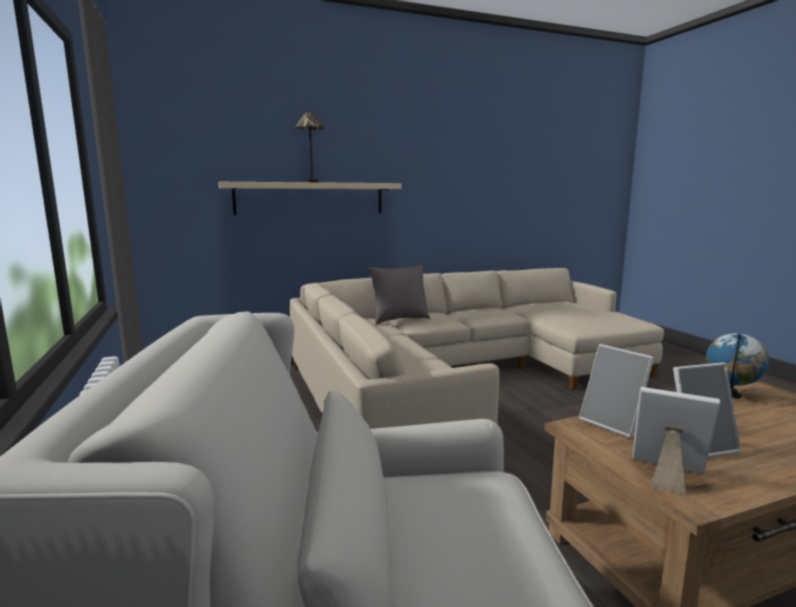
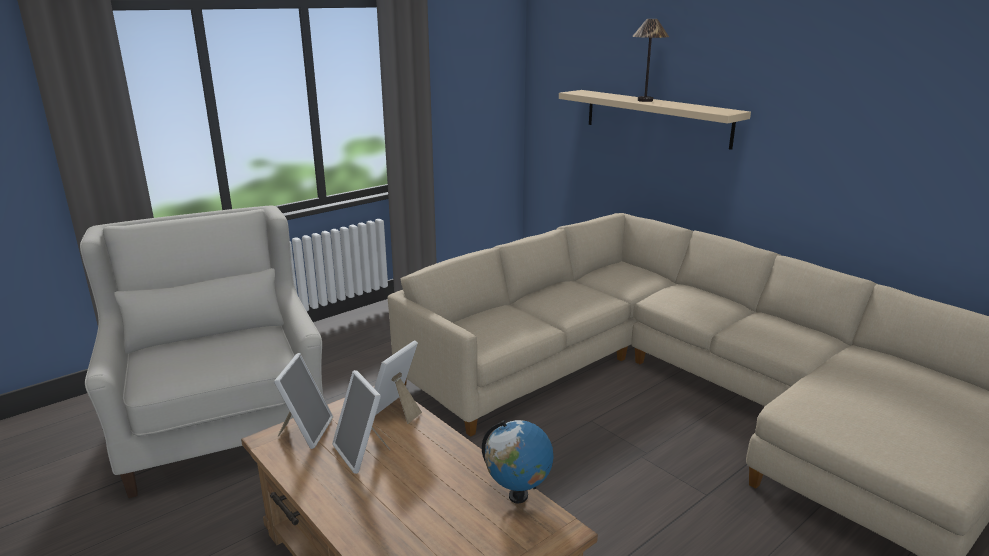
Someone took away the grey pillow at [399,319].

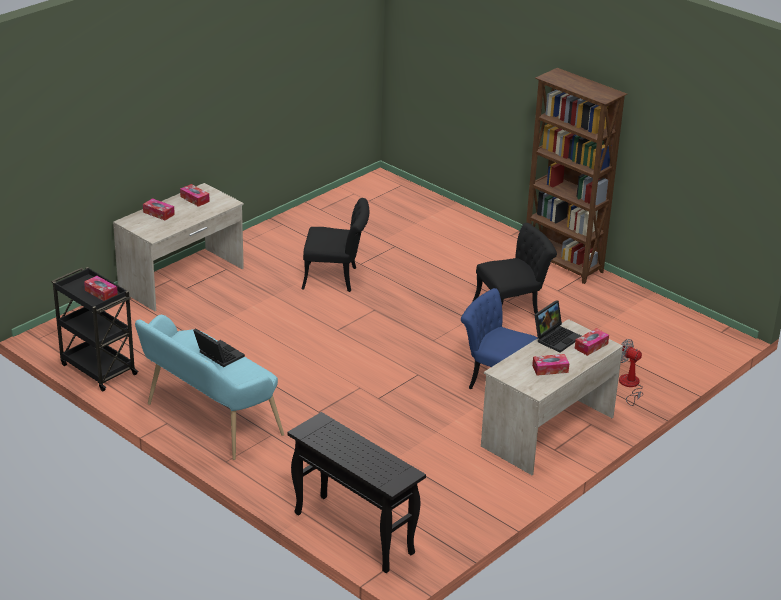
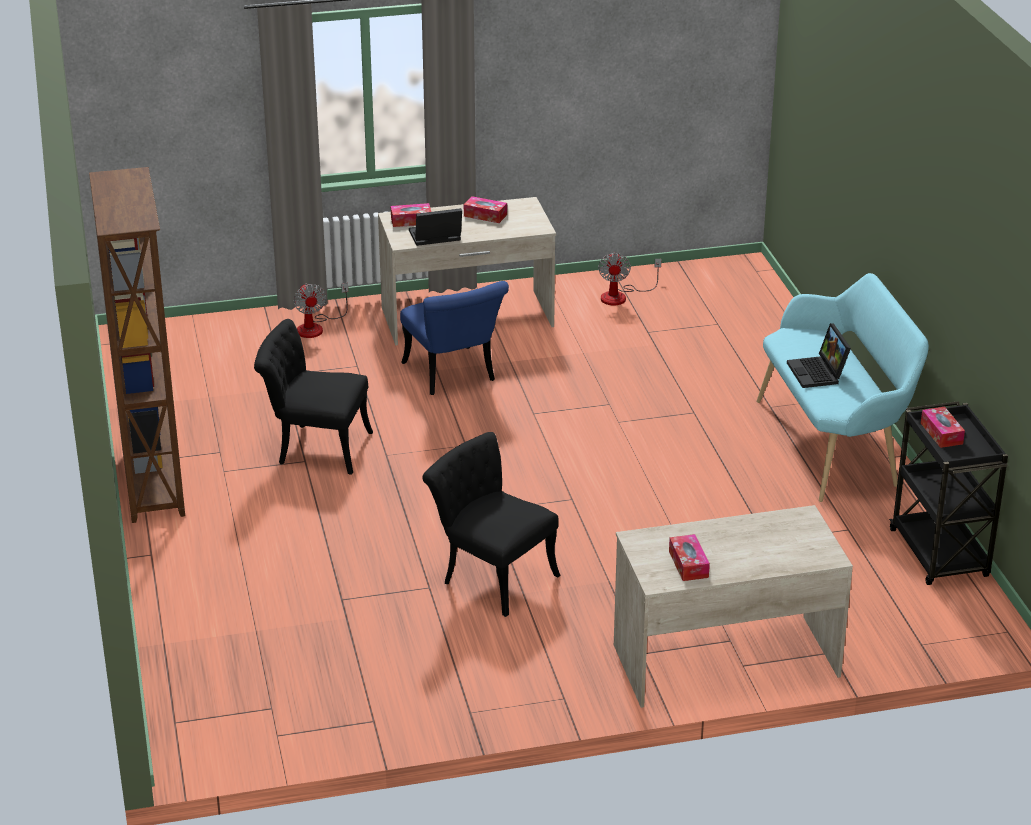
Someone took away the tissue box at [158,213].
Someone took away the black console table at [352,533].
Someone put down the fan at [621,296].

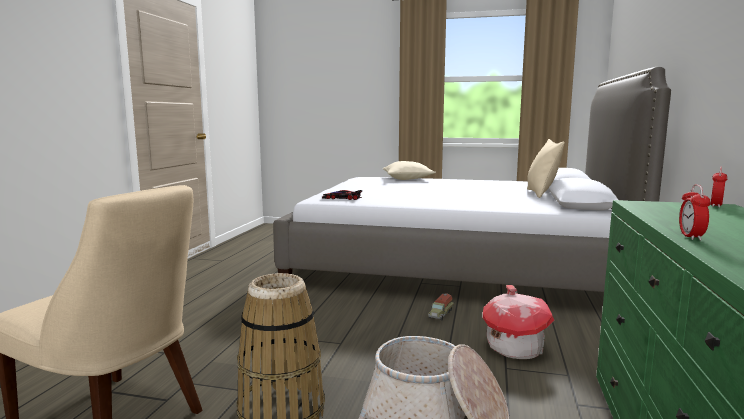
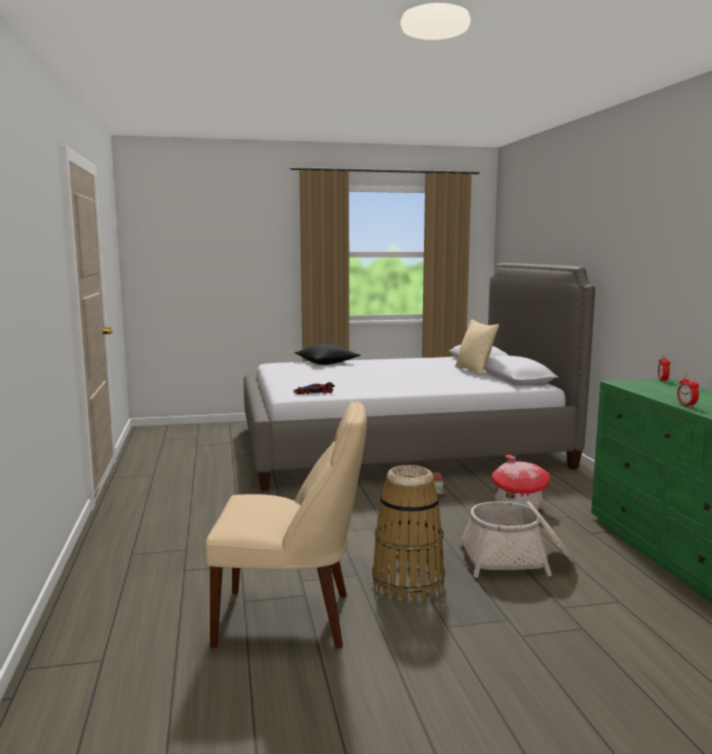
Someone repainted the beige pillow at [408,179], which became the black pillow at [327,363].

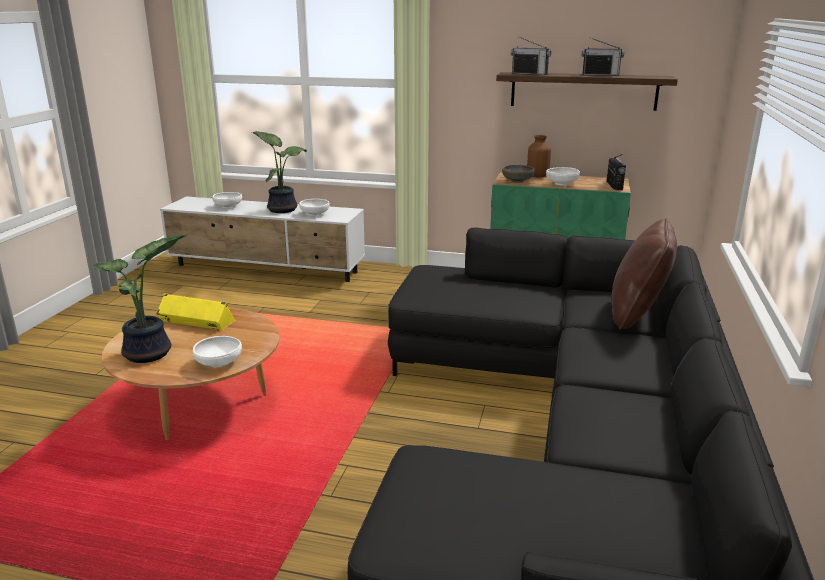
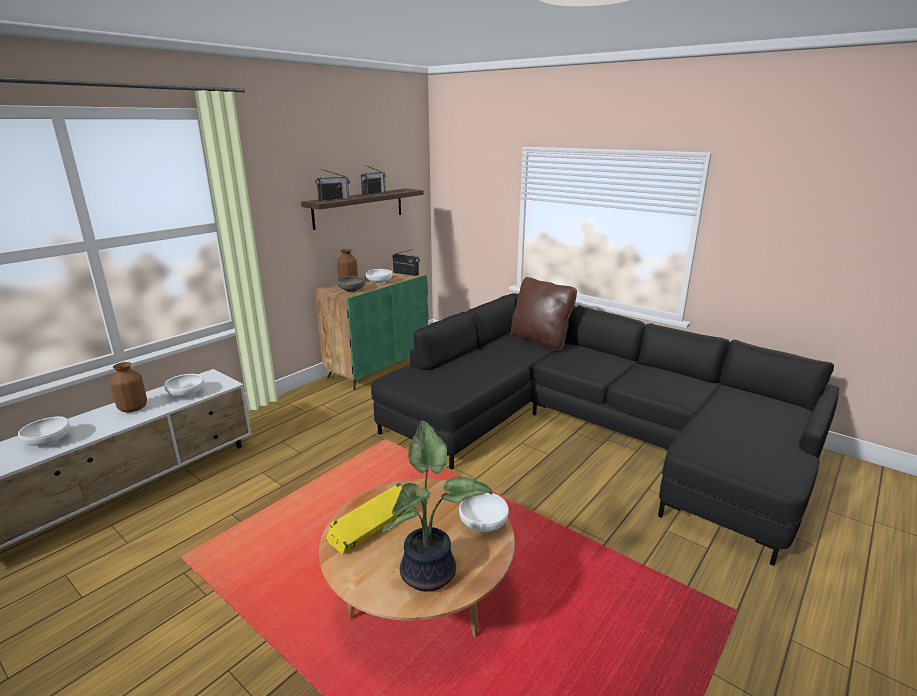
Someone swapped the potted plant at [282,209] for the brown vase at [133,408].

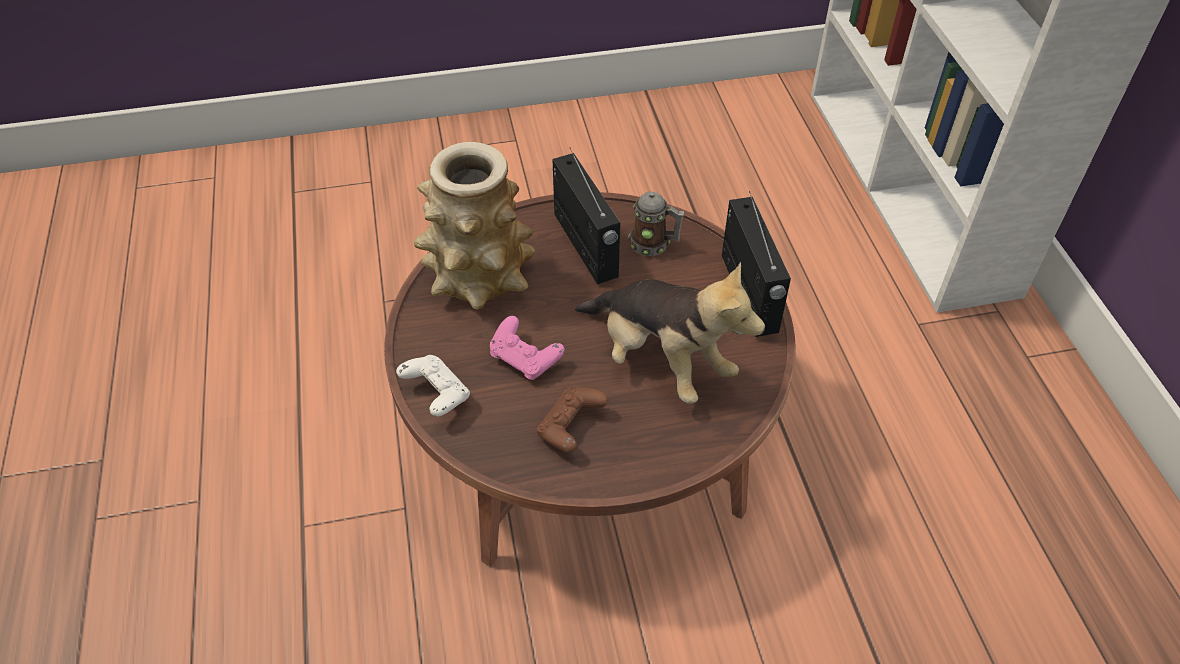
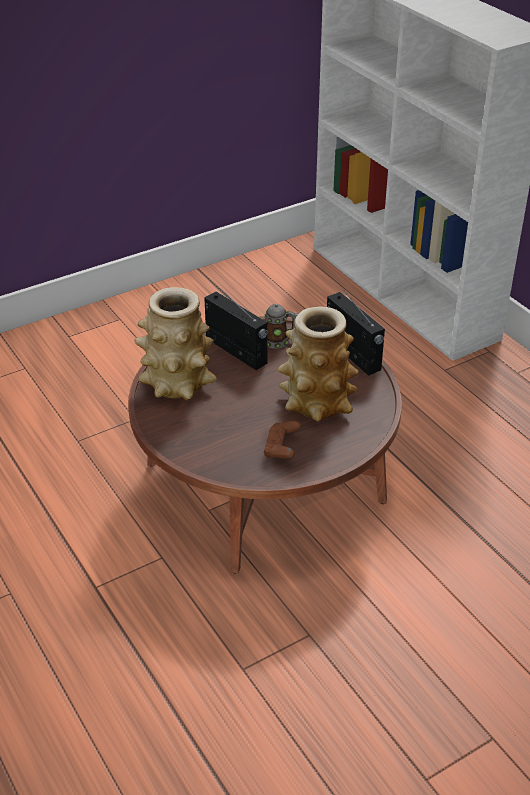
Someone took away the white game controller at [436,394].
Someone took away the pink game controller at [525,359].
Someone swapped the plush toy at [660,361] for the vase at [317,402].

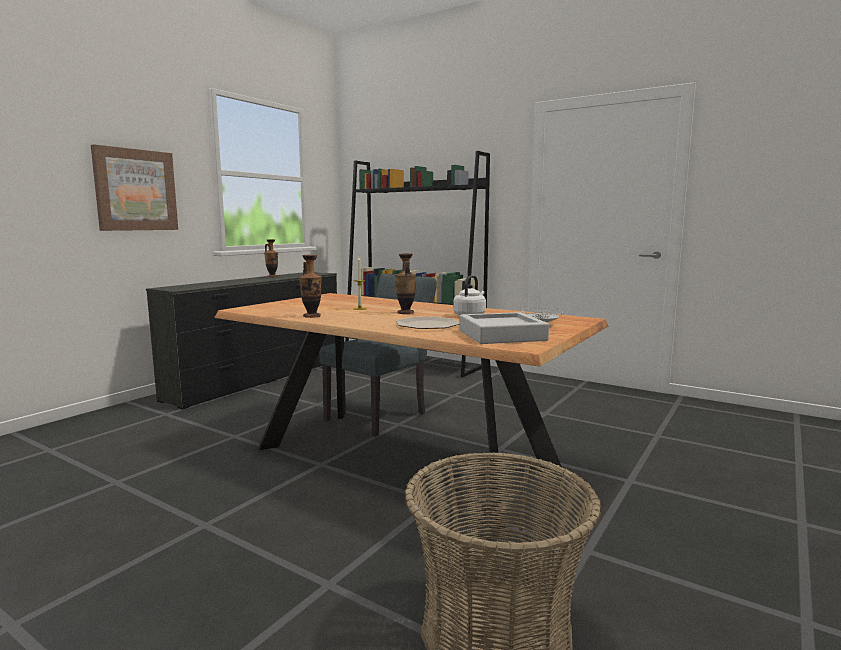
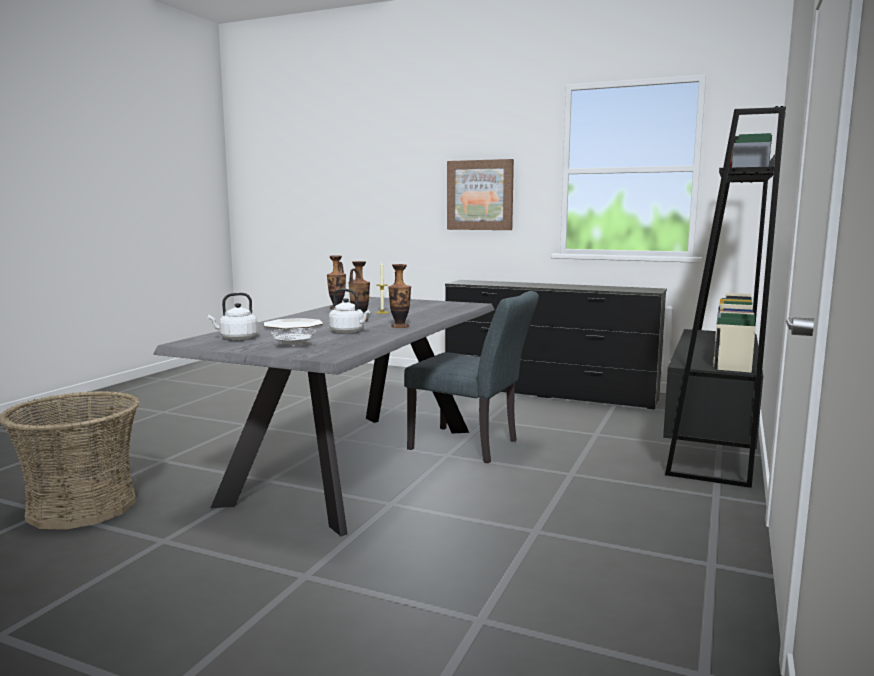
Someone repainted the brown dining table at [403,457], which became the grey dining table at [358,463].
Someone carried the vase from [272,276] to [400,326].
Someone swapped the grey tray at [501,335] for the white kettle at [236,338].

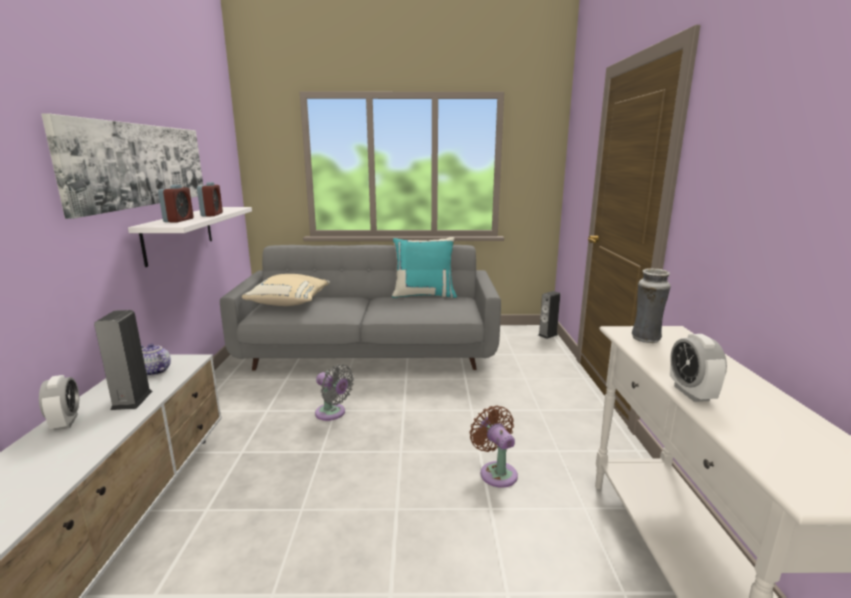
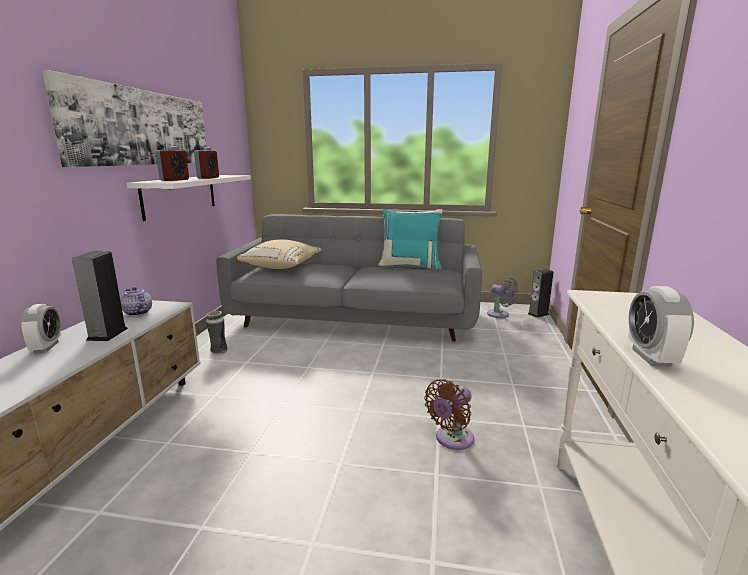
Someone carried the grey fan from [332,413] to [500,315].
Someone rotated the brown fan at [496,472] by 120 degrees counterclockwise.
Someone carried the vase from [645,339] to [218,351].

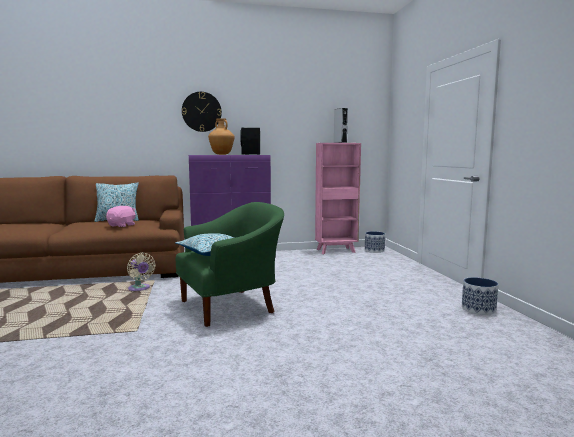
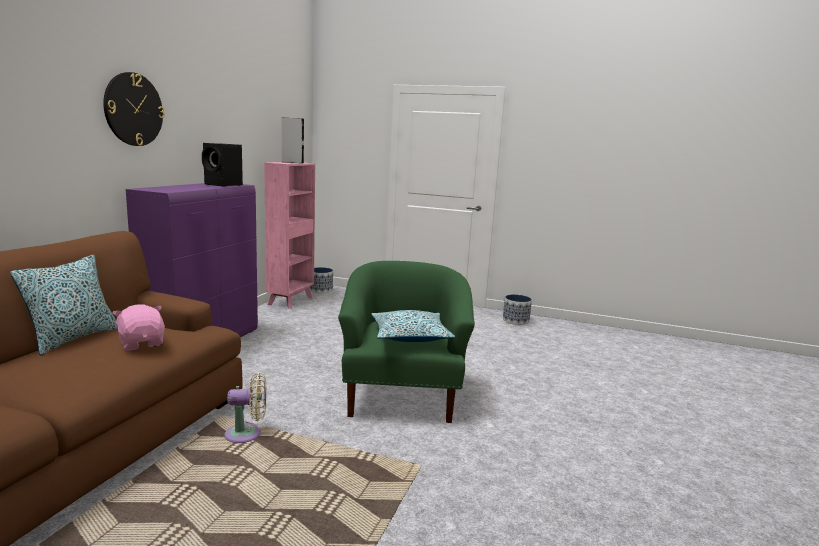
Someone took away the brown vase at [221,154].

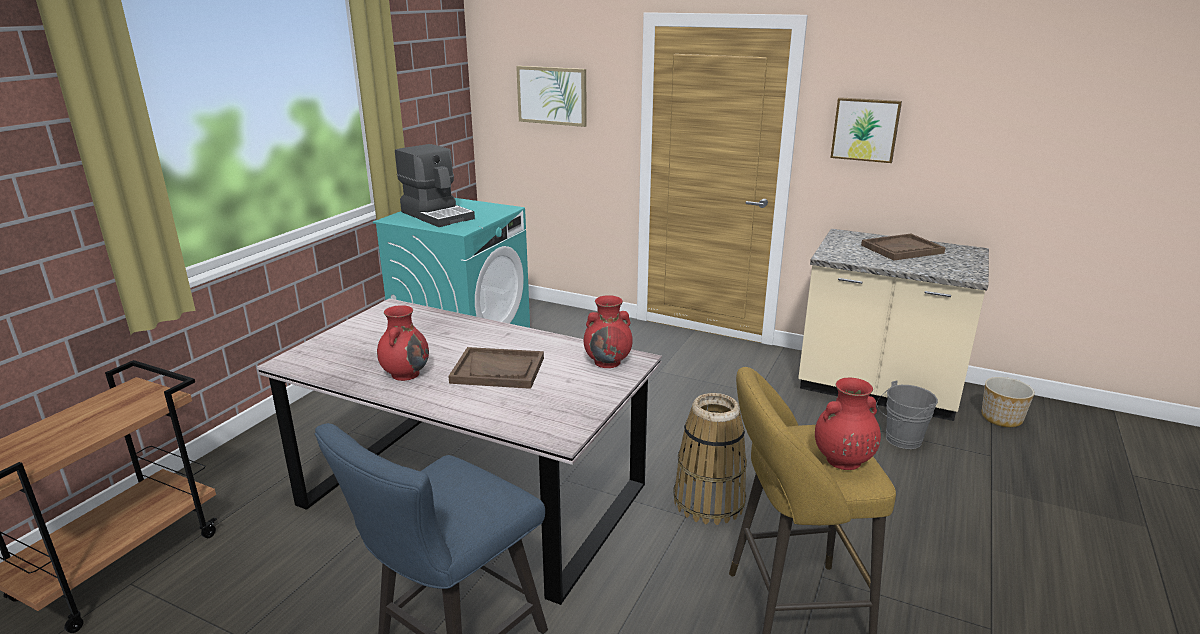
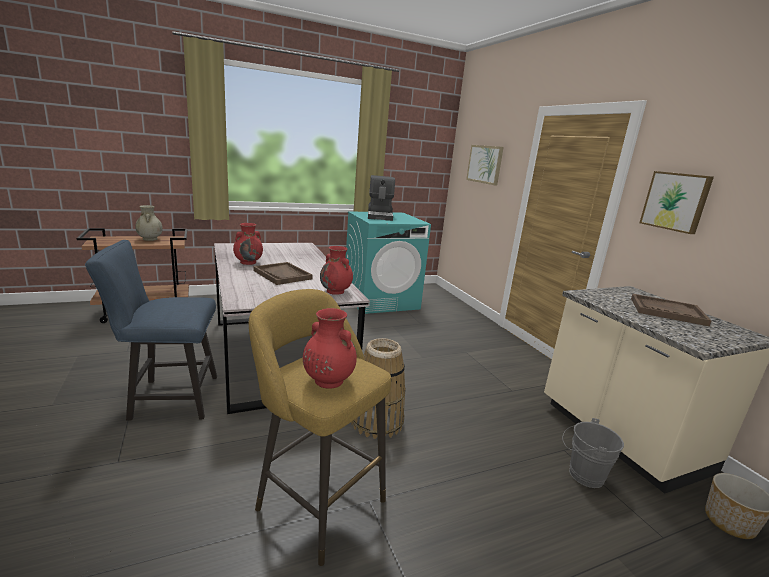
Someone put down the beige vase at [150,239].

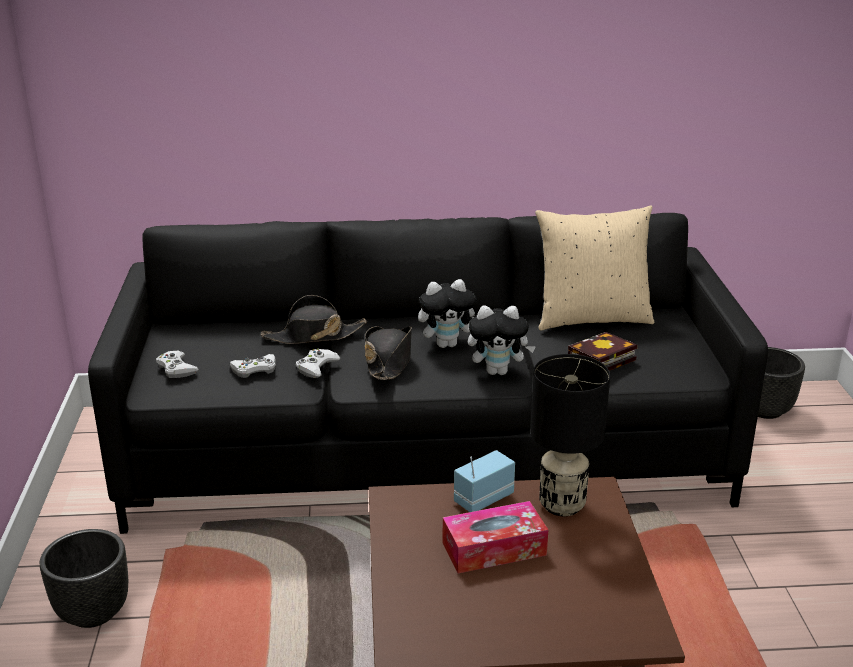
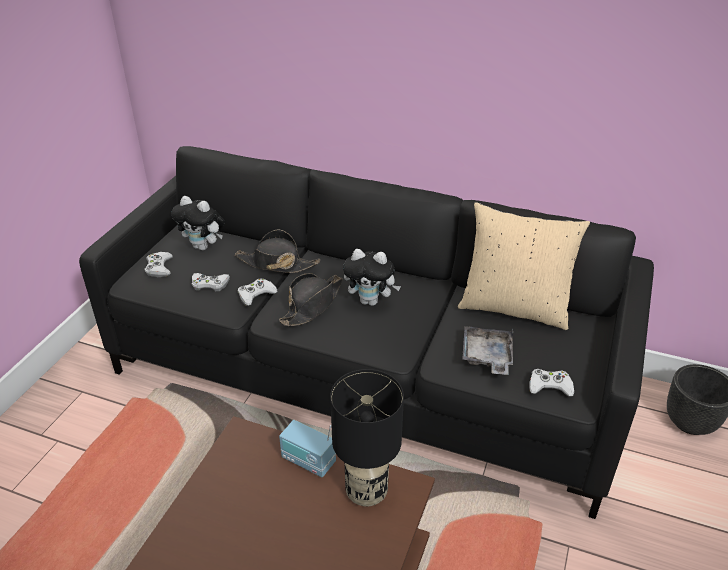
Someone took away the black planter at [93,613].
Someone took away the tissue box at [494,549].
Someone rotated the radio at [483,499] by 135 degrees counterclockwise.
Someone carried the plush toy from [498,371] to [203,247].
Someone swapped the book at [600,360] for the grey tray at [487,356].
Someone put down the white game controller at [549,386].

